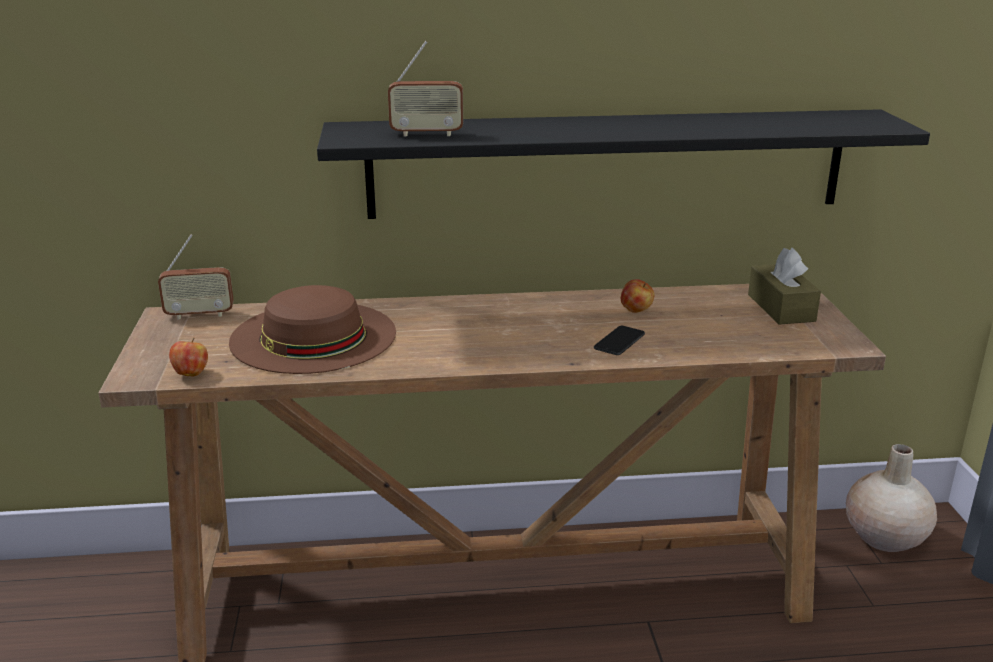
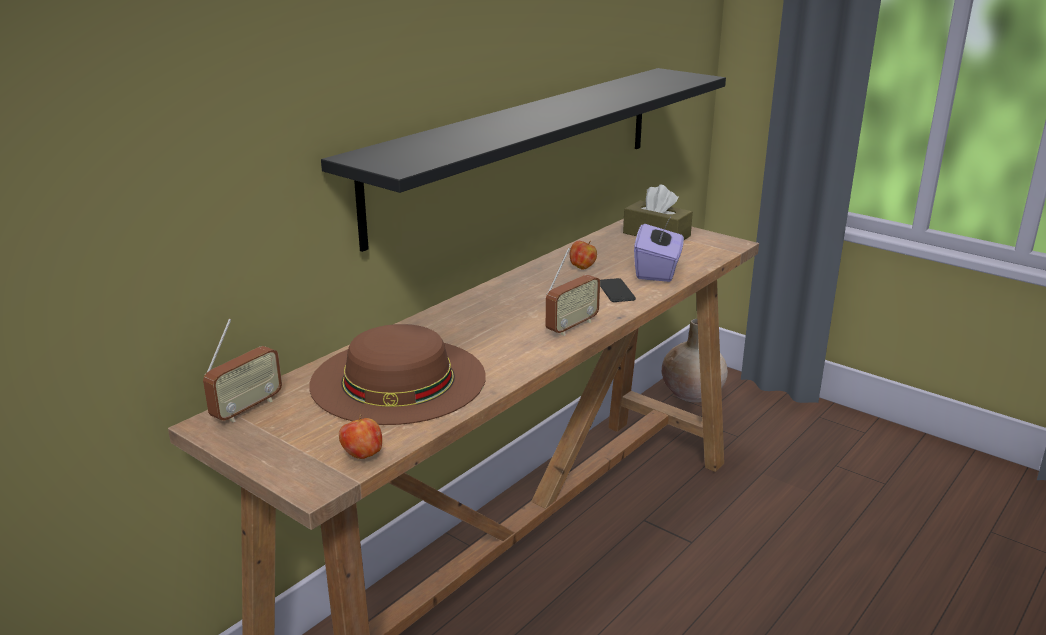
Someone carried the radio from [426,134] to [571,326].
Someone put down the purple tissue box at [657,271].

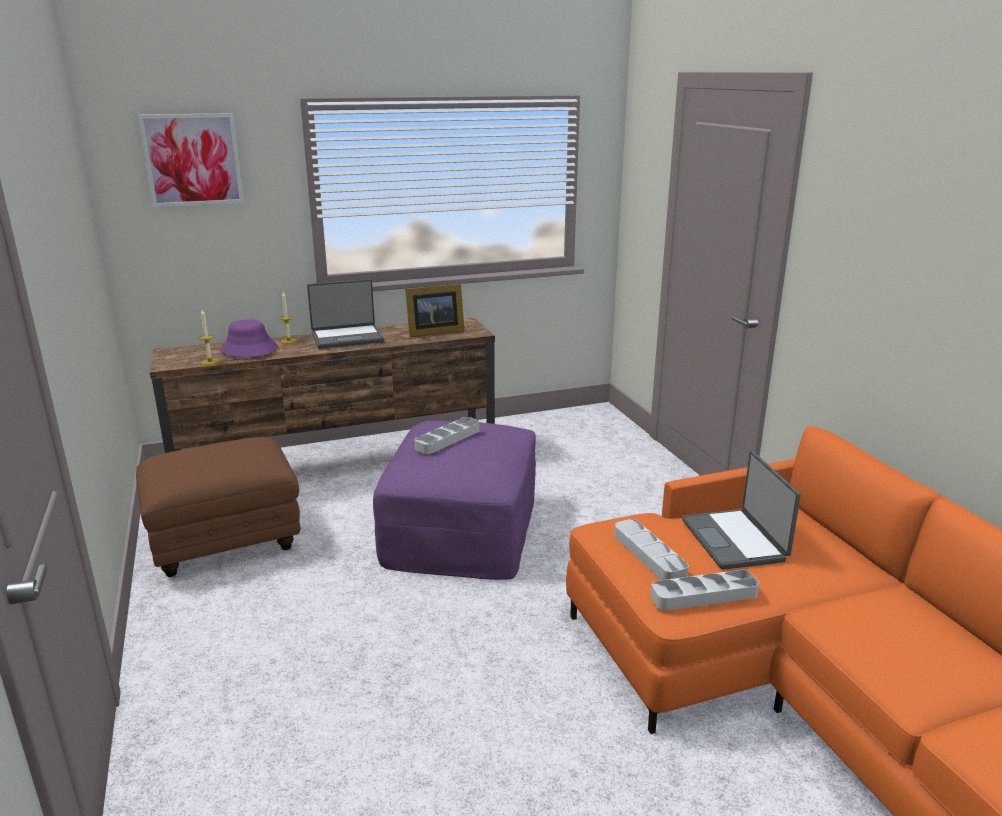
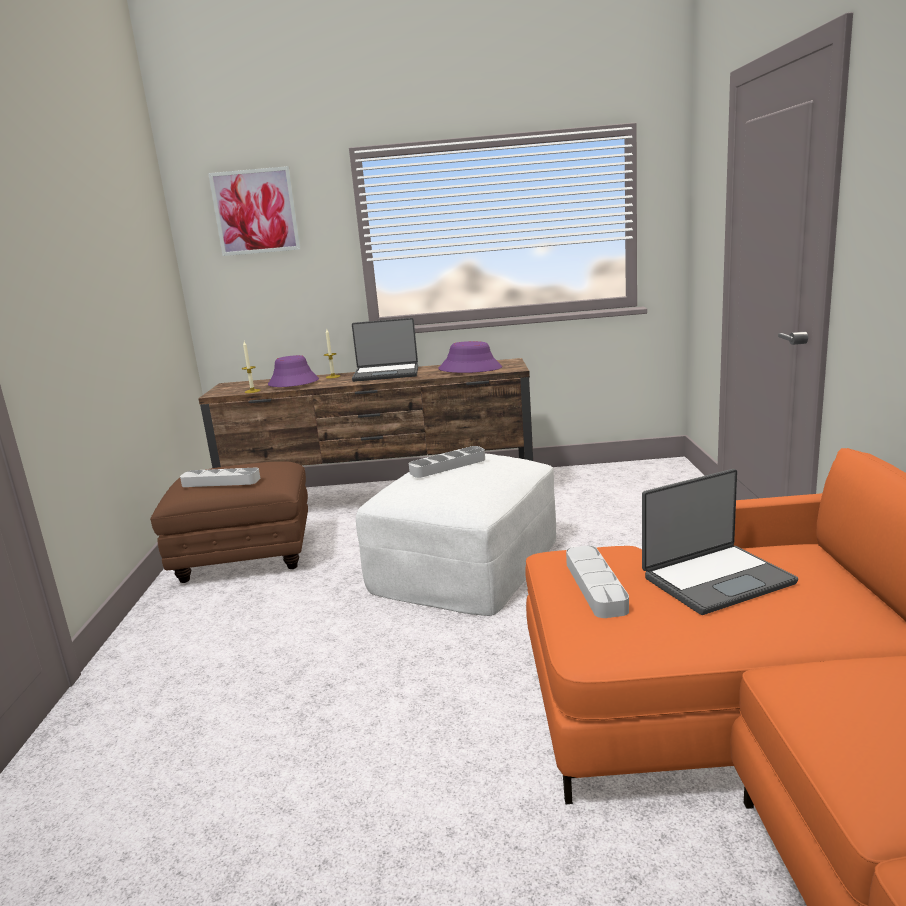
Someone repainted the purple ottoman at [462,528], which became the white ottoman at [466,564].
Someone swapped the picture frame at [433,332] for the purple hat at [470,369].
Someone carried the grey tray from [704,595] to [221,482].
Someone rotated the laptop at [735,540] by 120 degrees counterclockwise.

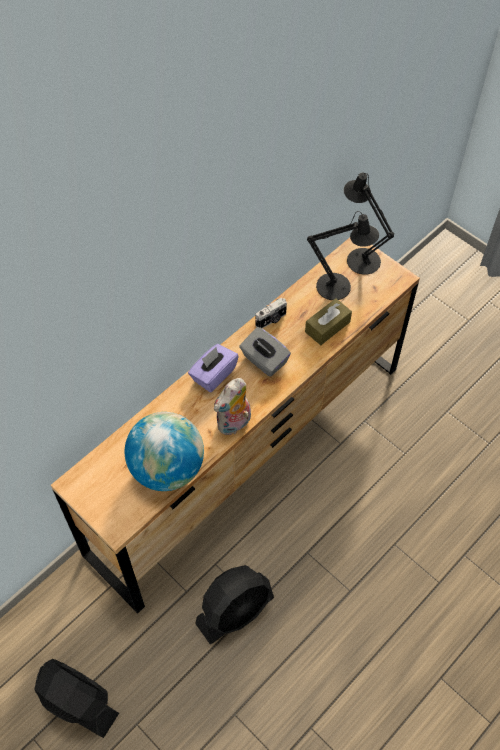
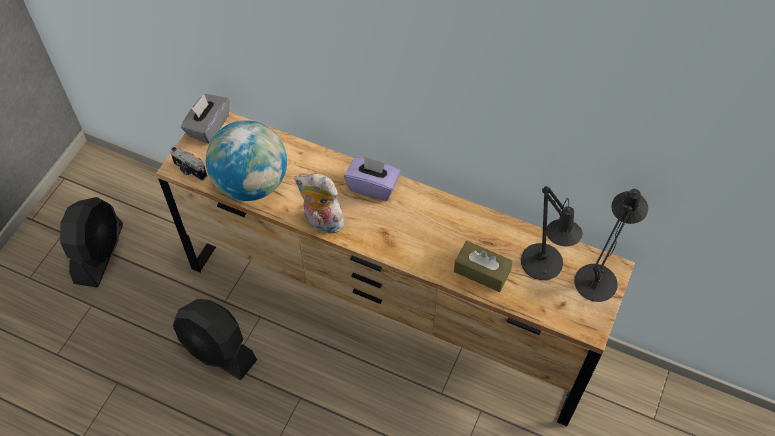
Someone carried the grey tissue box from [264,361] to [208,127].
Someone carried the photo camera from [271,320] to [189,170].

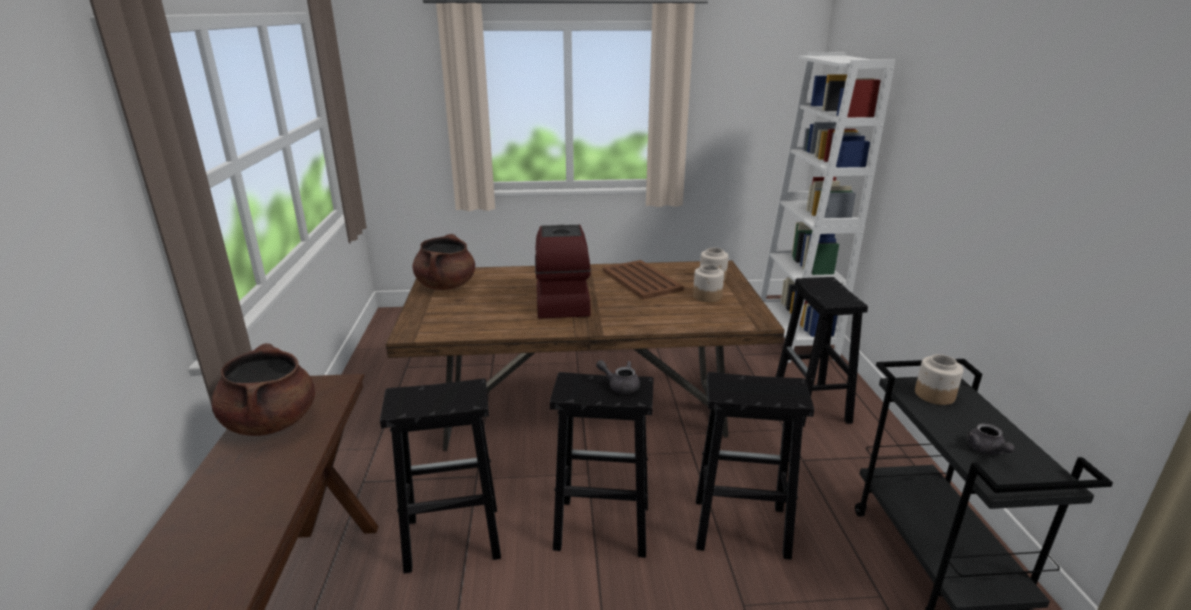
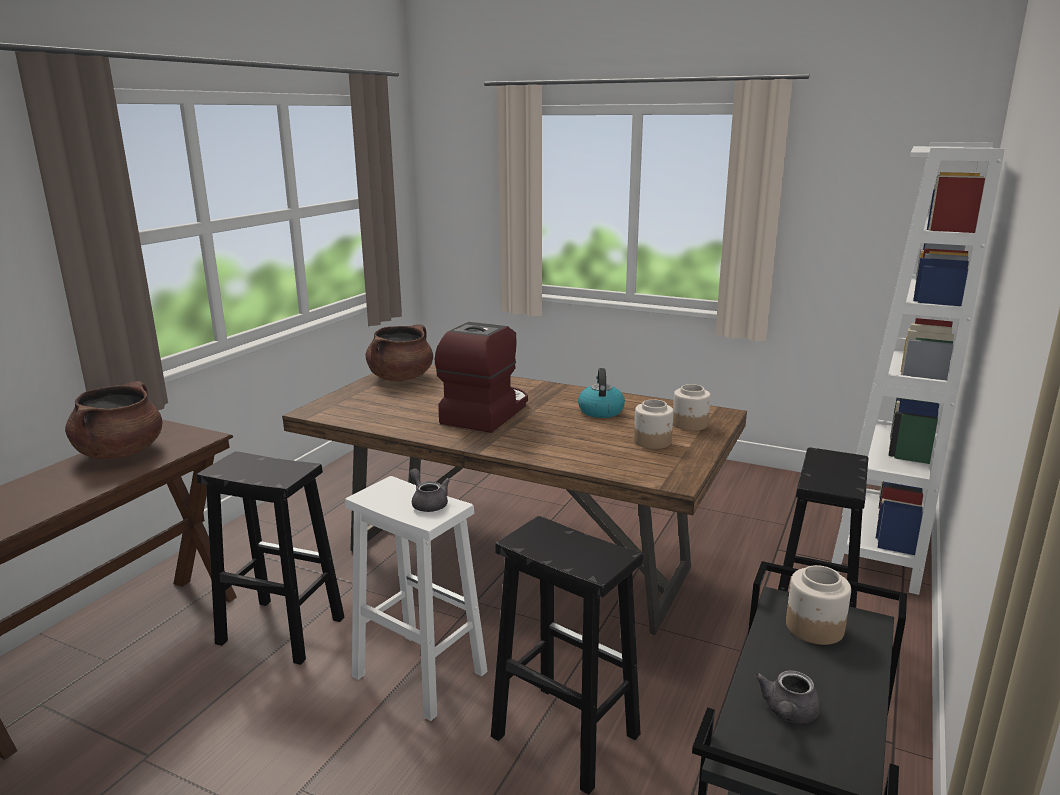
Someone repainted the black stool at [600,527], which became the white stool at [418,673].
Someone swapped the brown tray at [641,281] for the kettle at [600,411].

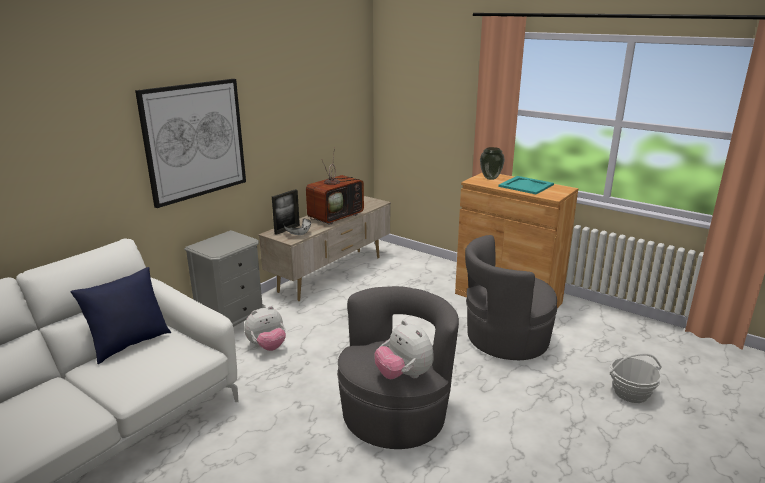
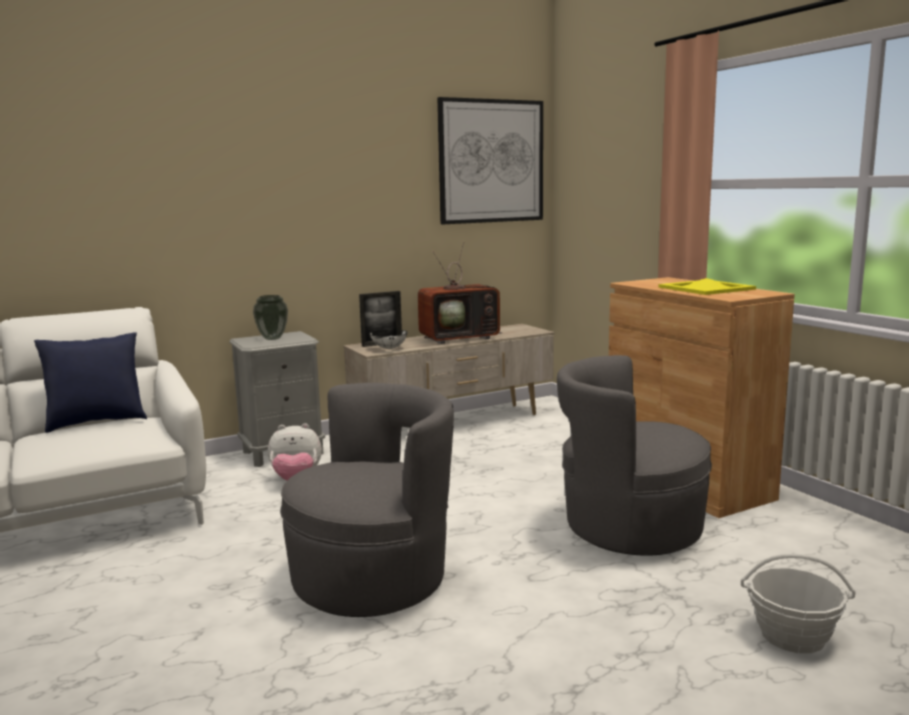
Someone carried the picture from [195,140] to [491,161].
Someone took away the plush toy at [404,375].
Someone carried the vase from [490,178] to [272,338].
Someone repainted the turquoise tray at [526,185], which became the yellow tray at [706,288].

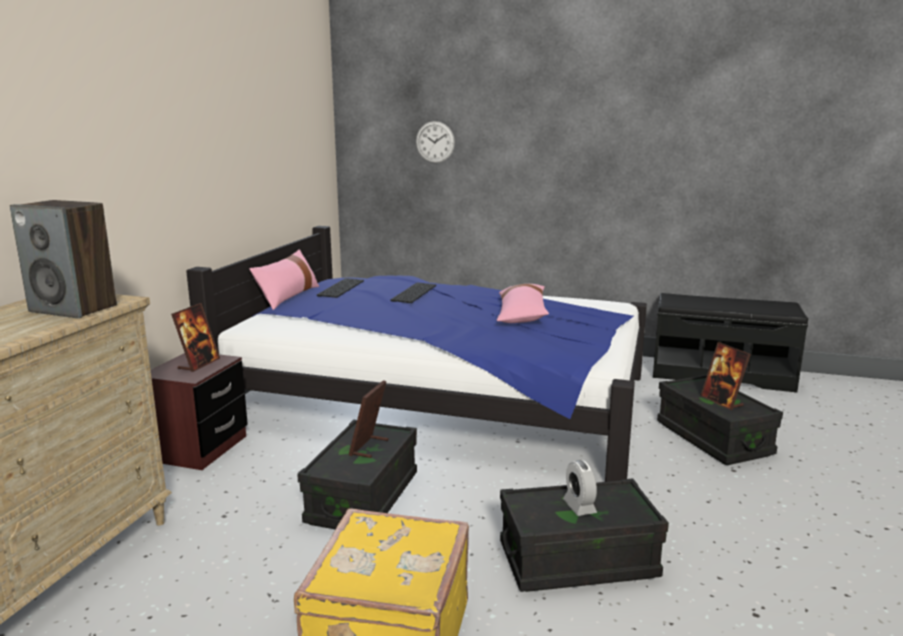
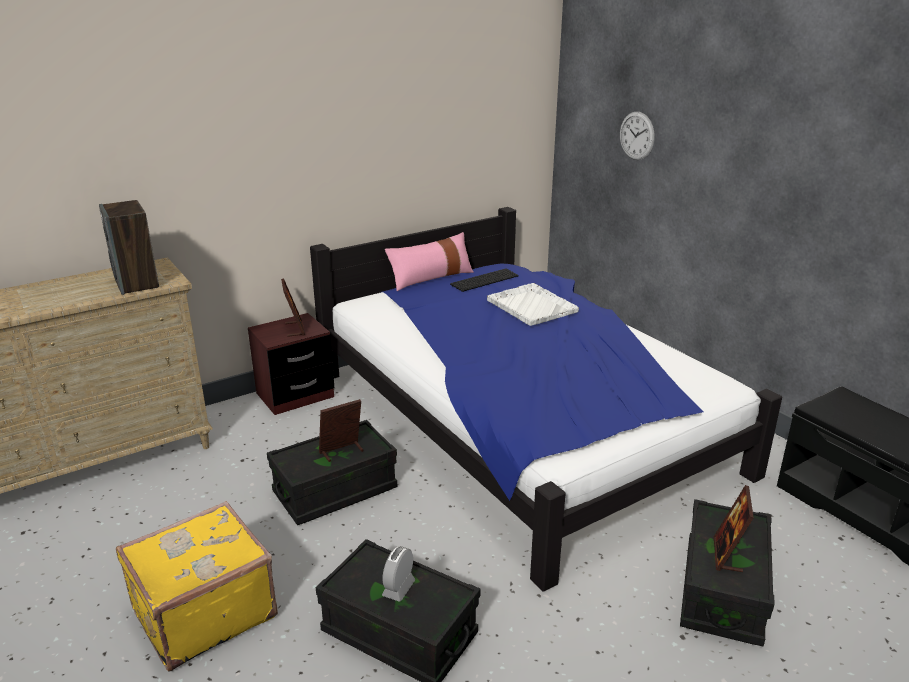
Someone rotated the picture frame at [199,364] by 75 degrees counterclockwise.
Someone swapped the keyboard at [413,292] for the white tray at [531,305].
Someone took away the pink pillow at [521,314].

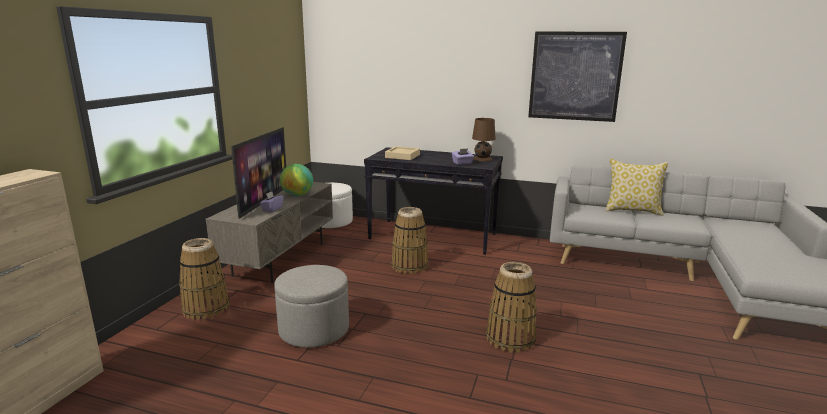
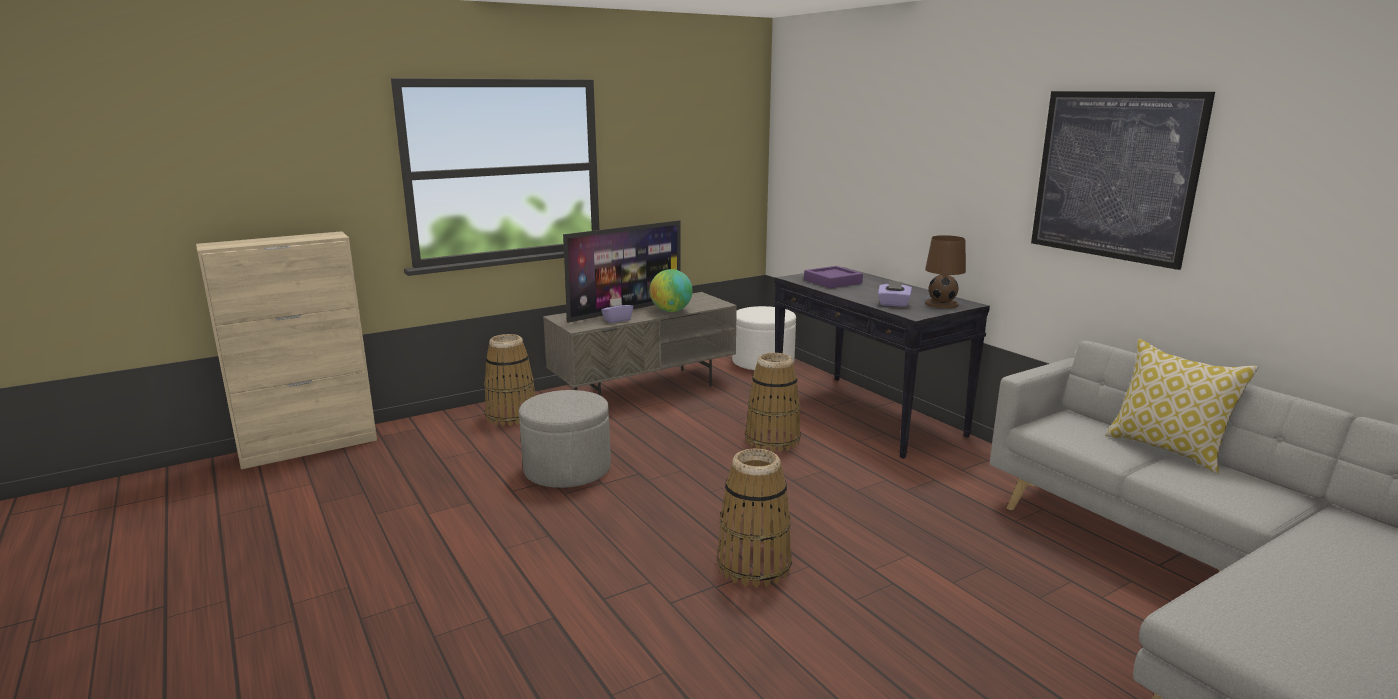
Someone repainted the beige tray at [402,156], which became the purple tray at [832,281].

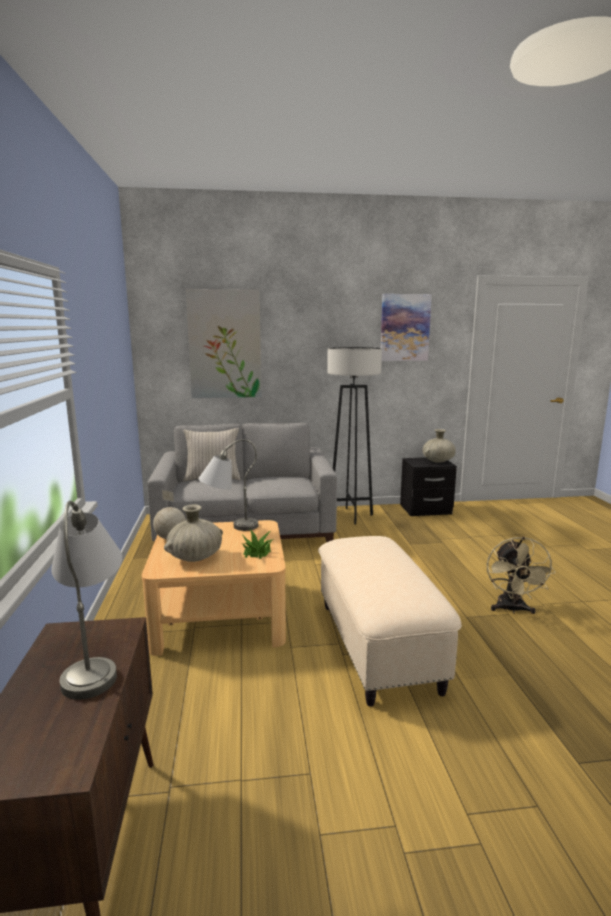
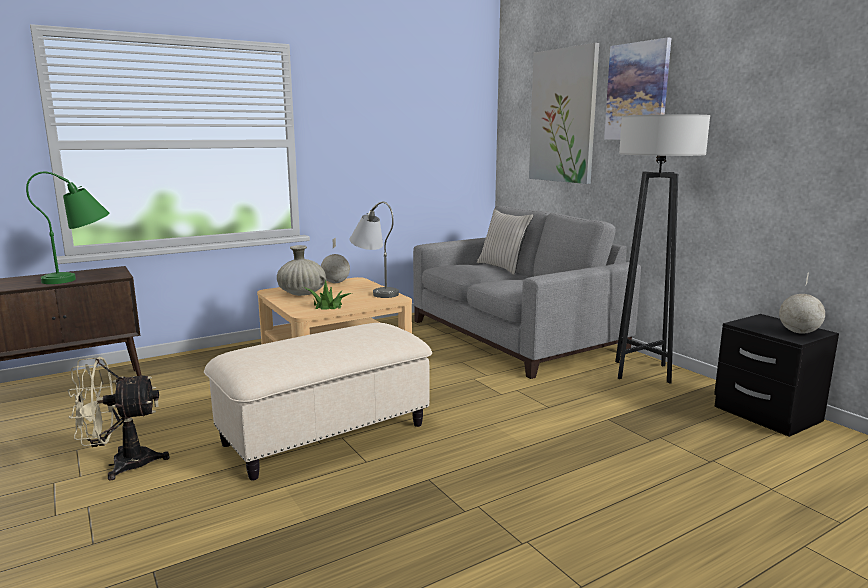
Someone repainted the grey table lamp at [95,659], which became the green table lamp at [82,277].
Someone carried the picture from [404,327] to [637,92].
Someone swapped the beige vase at [438,461] for the globe at [798,332].
Someone carried the beige fan from [512,609] to [121,464].

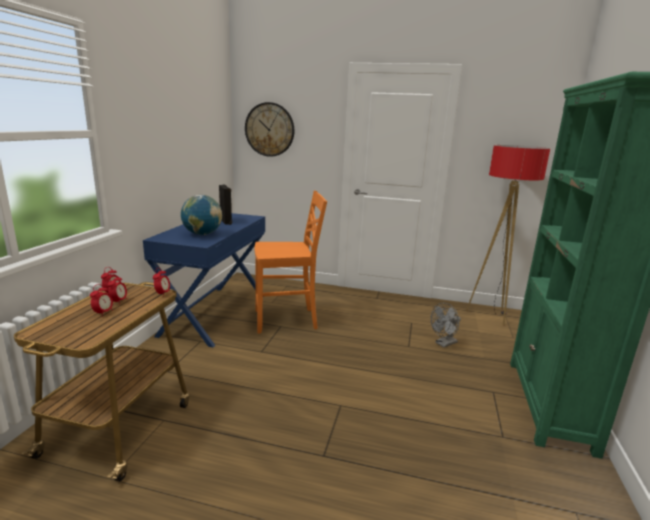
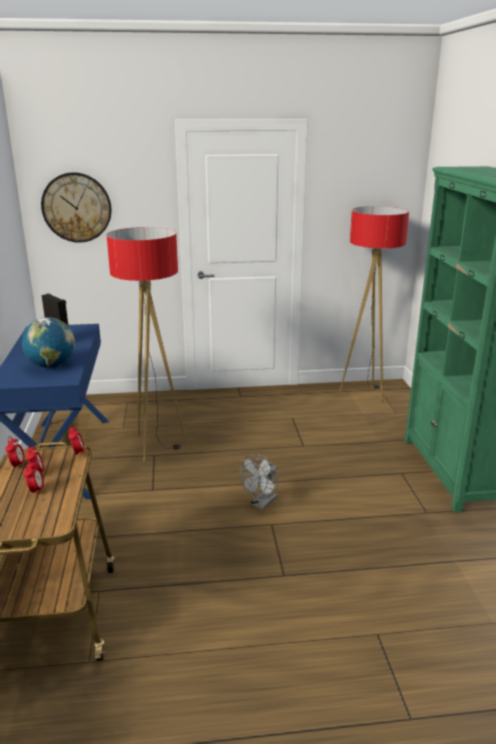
Someone swapped the orange chair at [287,320] for the floor lamp at [156,446].
Someone carried the grey fan from [444,344] to [261,504].

